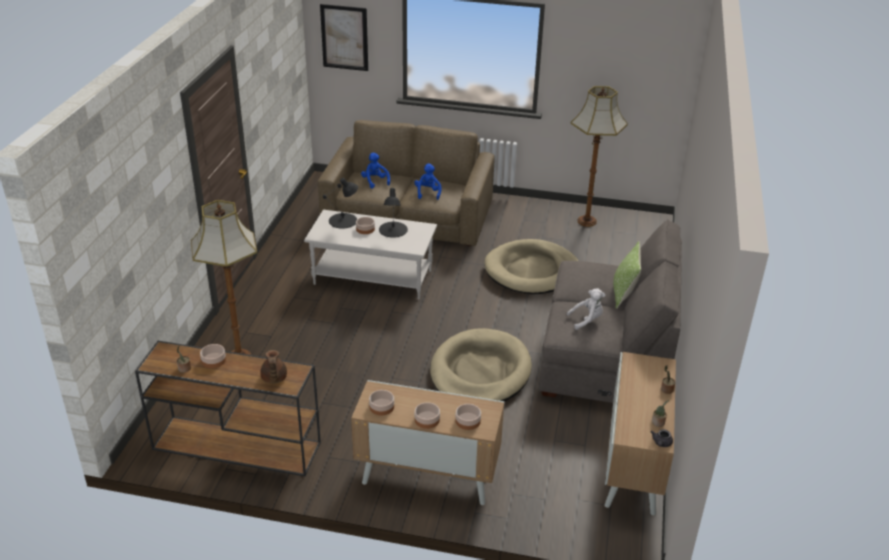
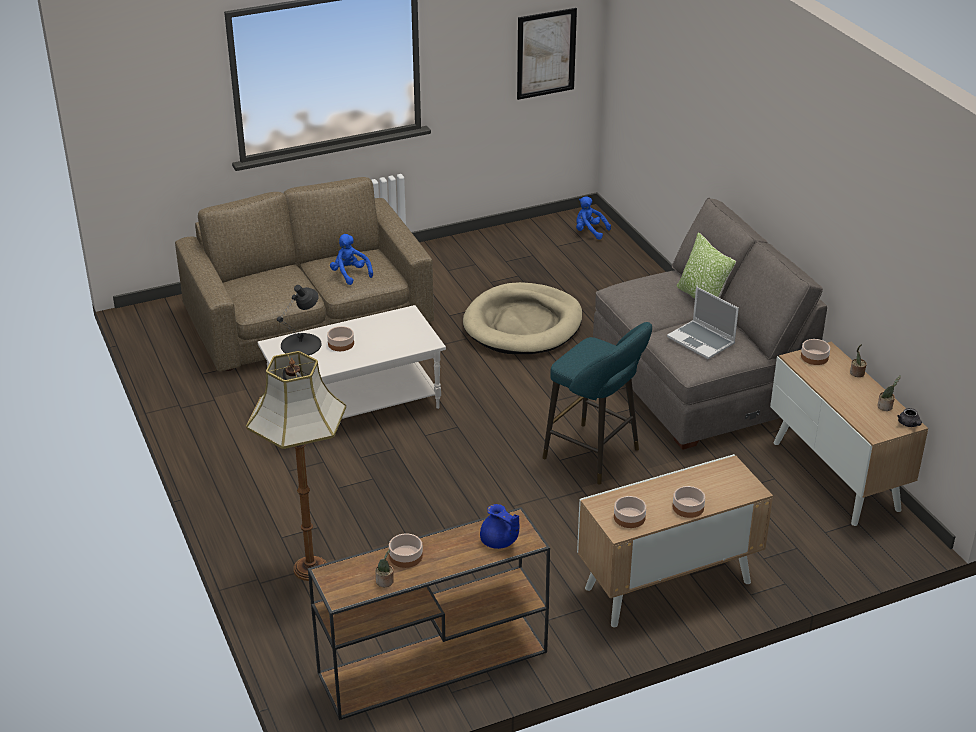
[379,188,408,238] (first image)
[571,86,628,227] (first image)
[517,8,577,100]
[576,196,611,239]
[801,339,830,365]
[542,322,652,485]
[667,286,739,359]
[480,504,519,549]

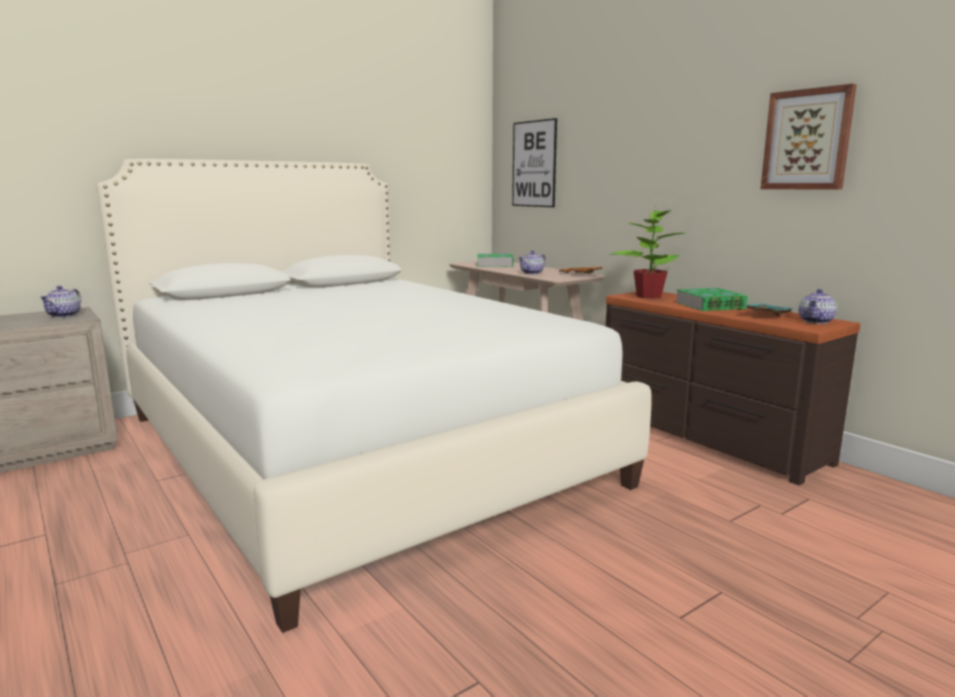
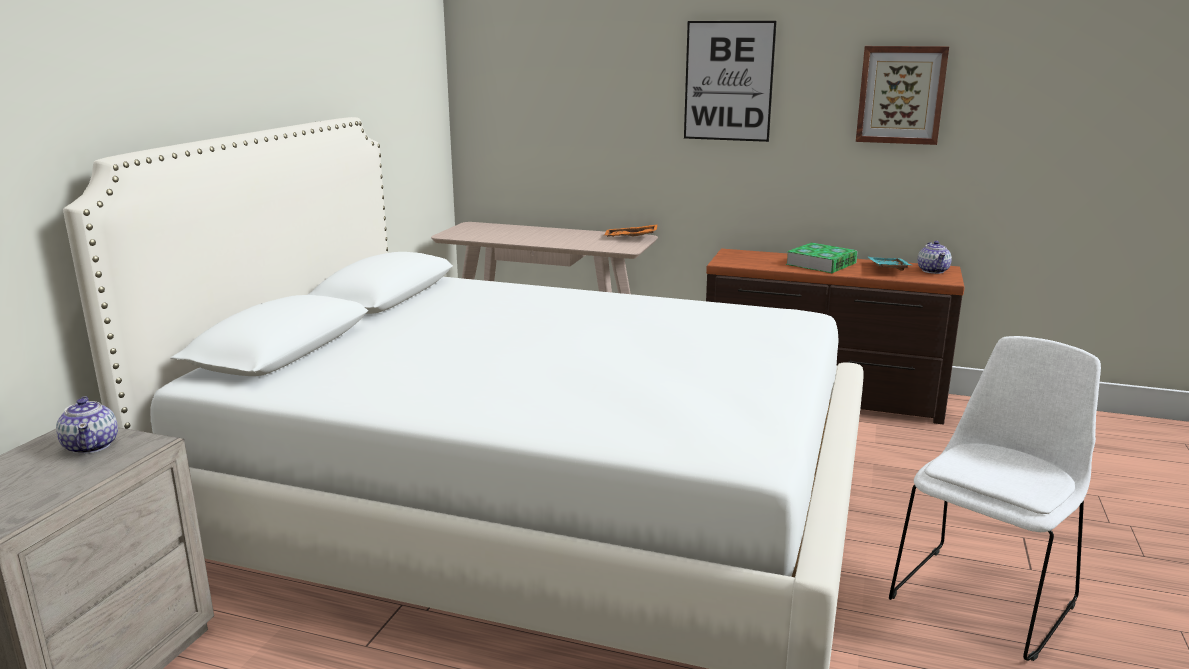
[477,254,514,267] (first image)
[518,250,546,274] (first image)
[611,210,684,299] (first image)
[889,336,1101,661]
[684,21,777,142]

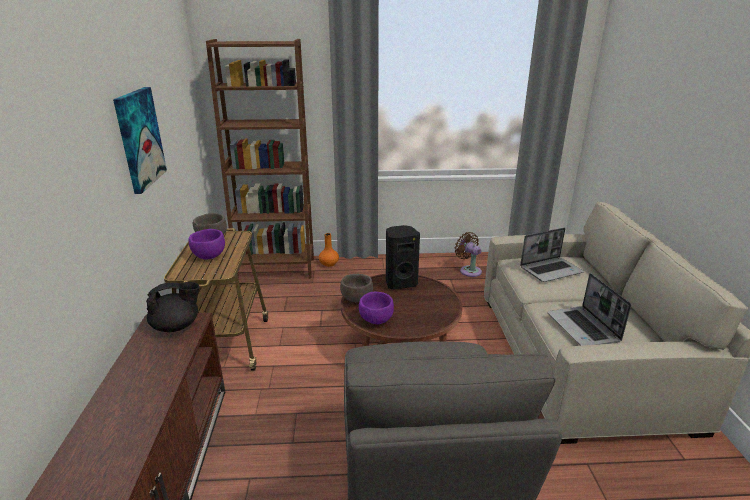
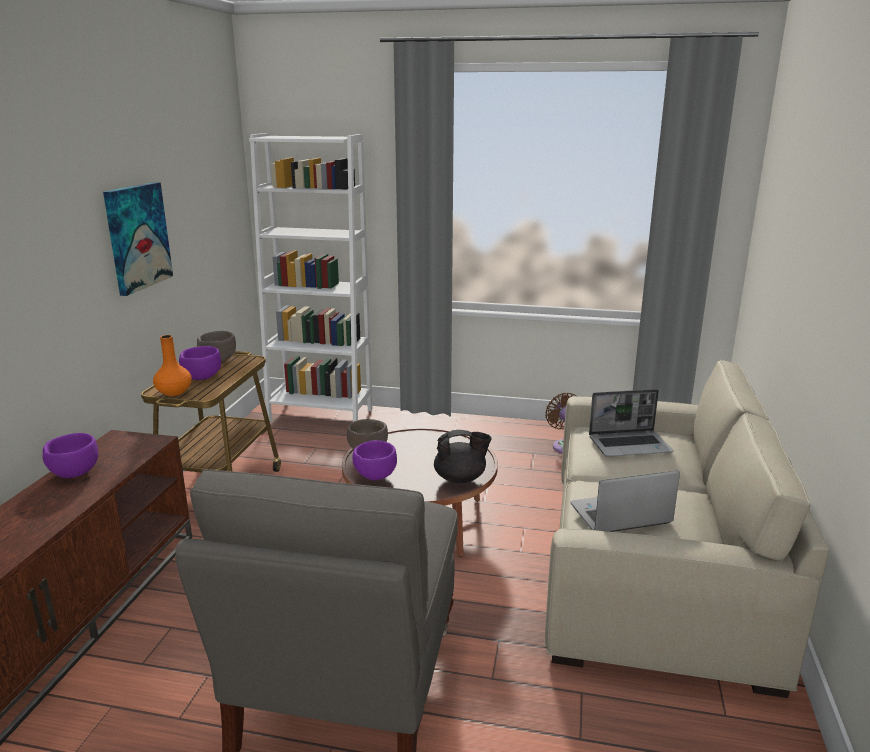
[386,225,420,290] (first image)
[42,433,98,478]
[434,430,492,483]
[153,335,192,396]
[249,133,372,422]
[570,470,680,532]

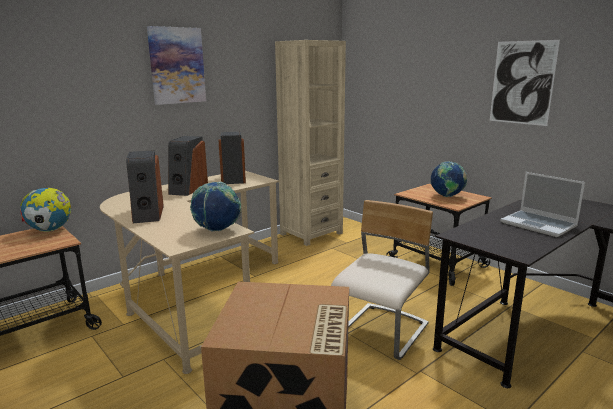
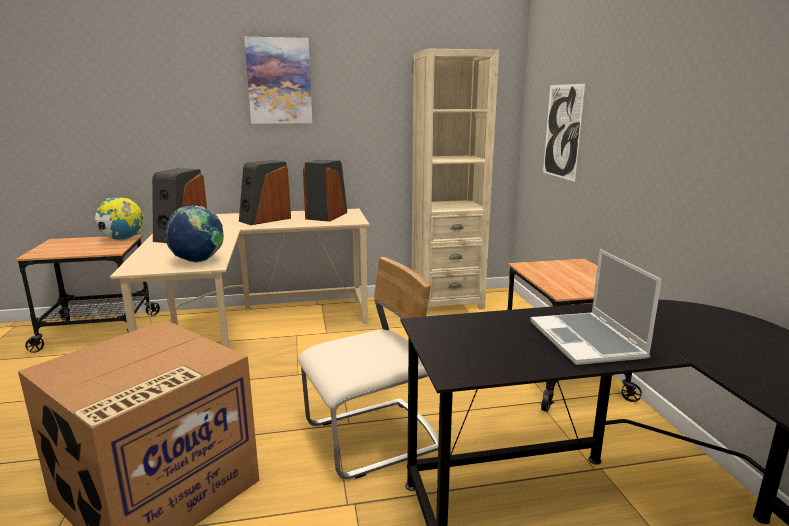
[431,161,467,197] (first image)
[543,84,585,182]

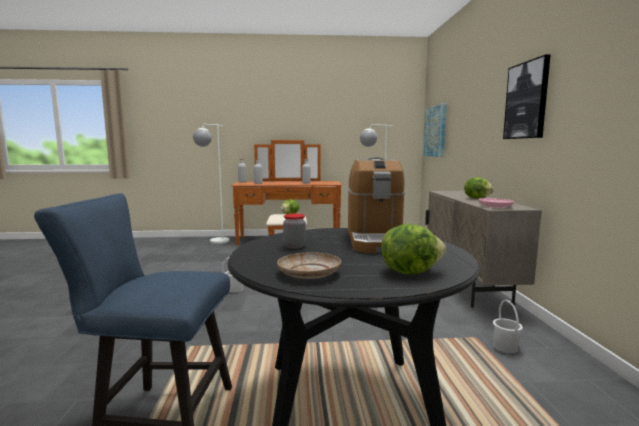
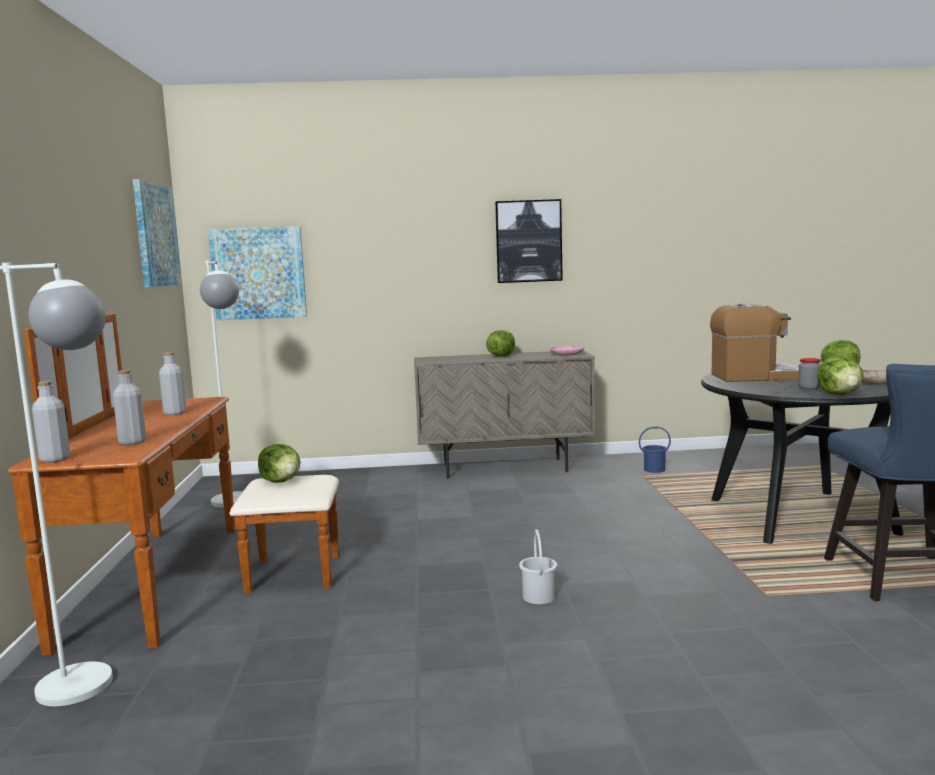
[133,179,182,288]
[817,357,864,395]
[639,426,671,473]

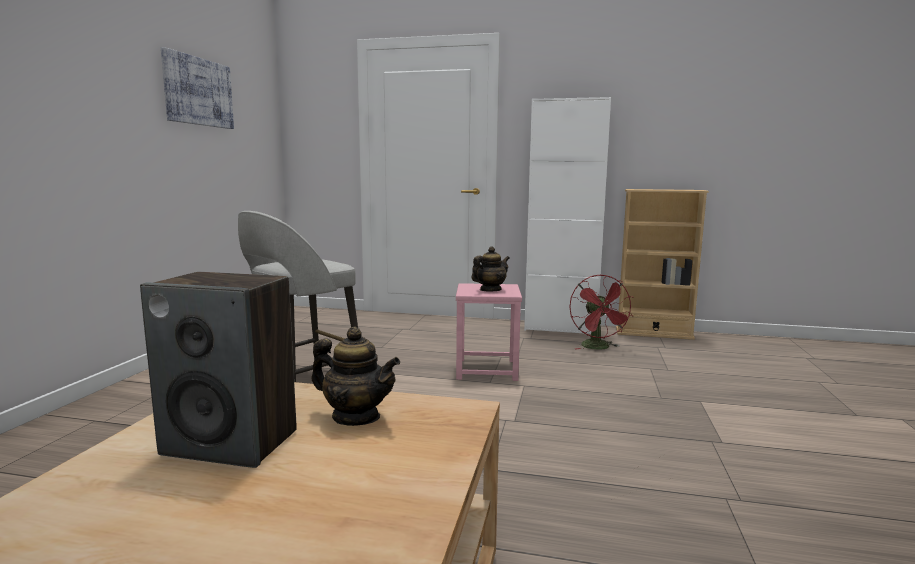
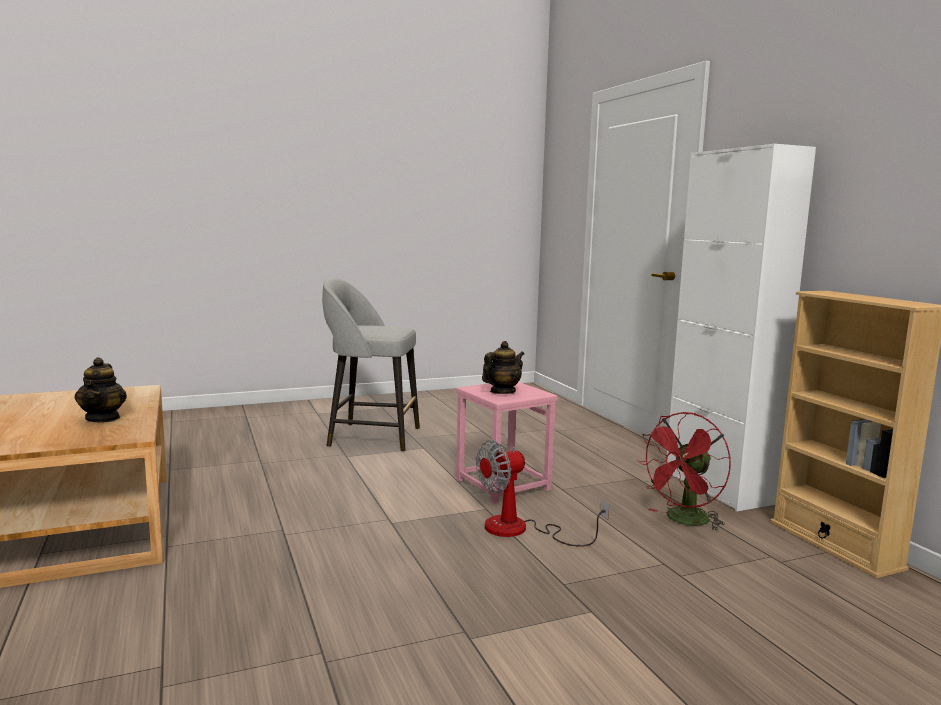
[140,272,296,468] (first image)
[161,47,234,129] (first image)
[476,440,609,547]
[482,341,524,394]

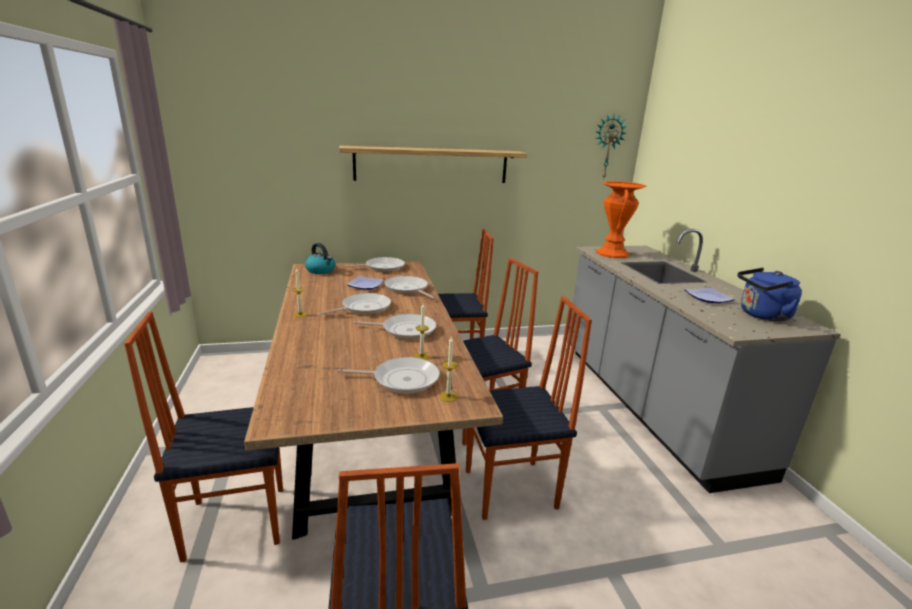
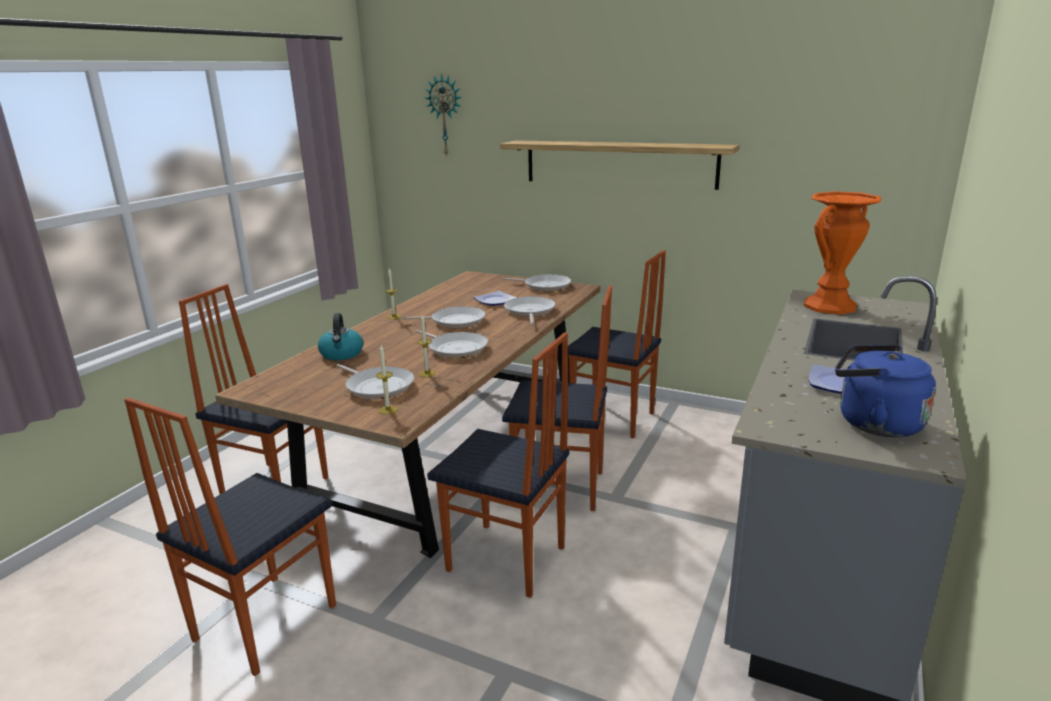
[318,313,363,360]
[425,74,462,157]

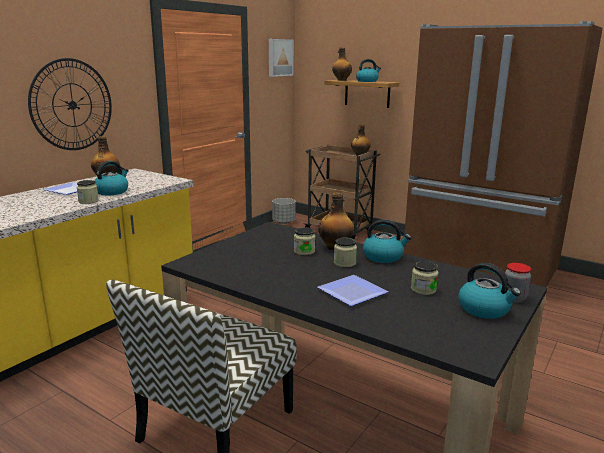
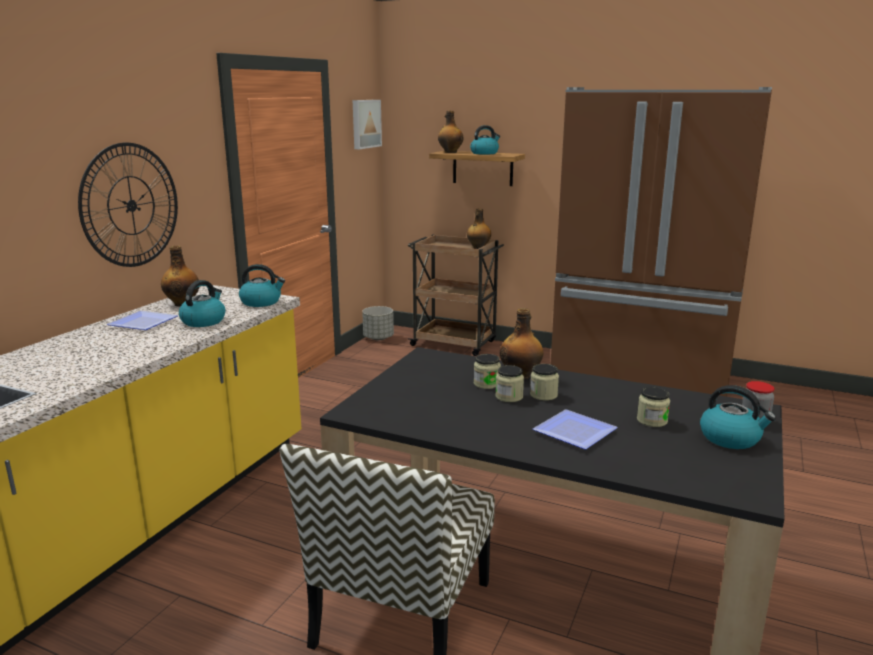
[495,365,524,402]
[239,264,285,307]

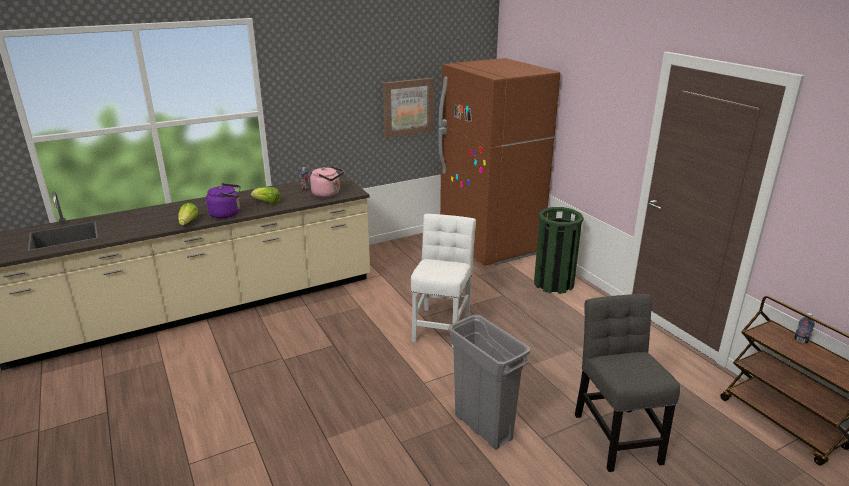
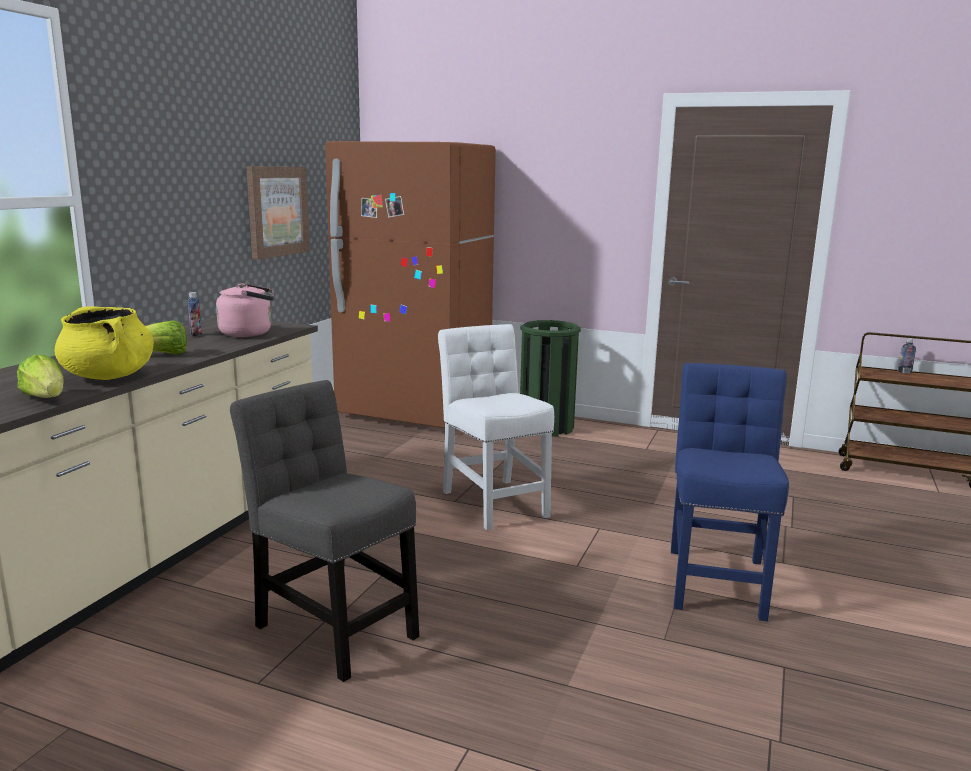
[230,380,419,682]
[55,307,154,380]
[671,363,789,621]

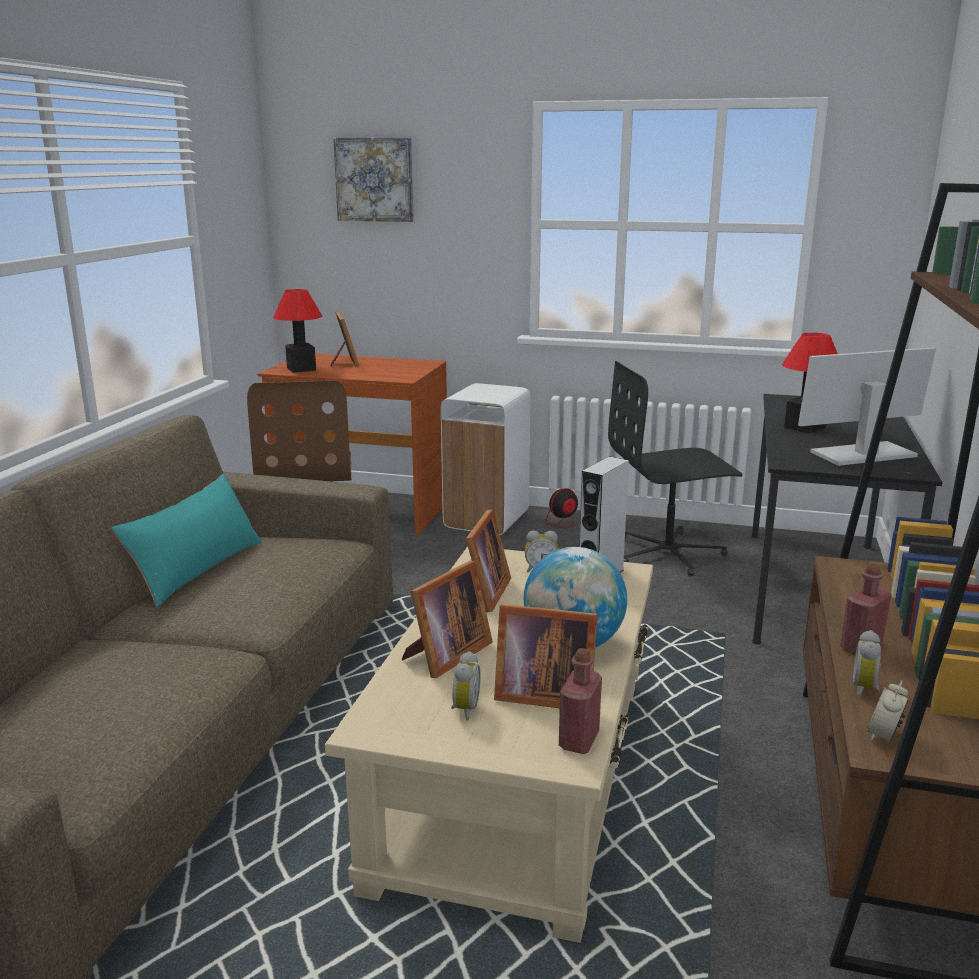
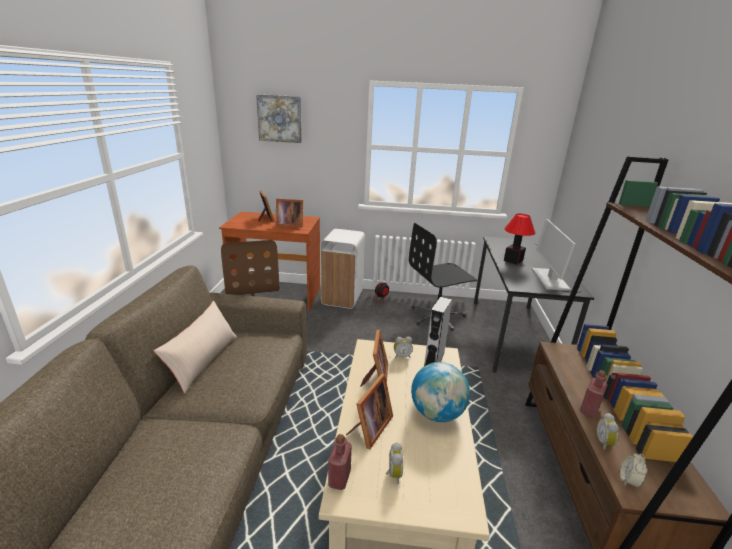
[273,289,322,373] (first image)
[276,199,303,227]
[328,434,352,490]
[154,301,237,393]
[532,219,575,291]

